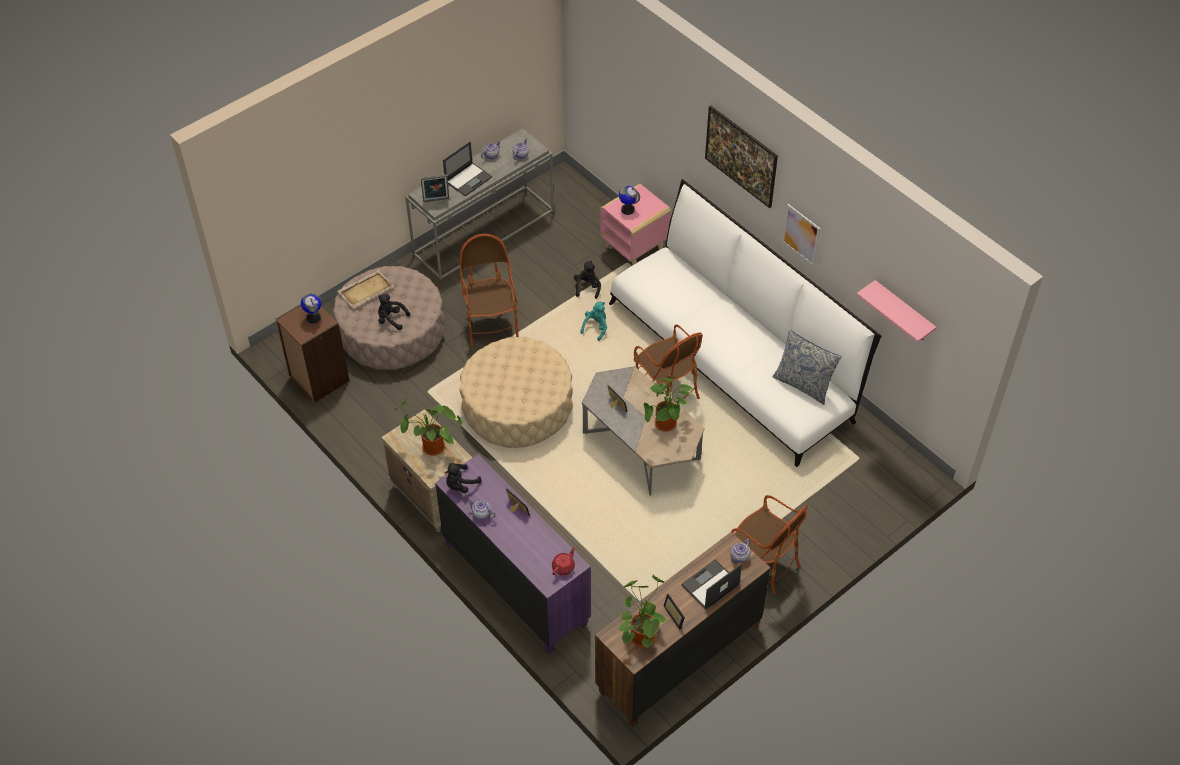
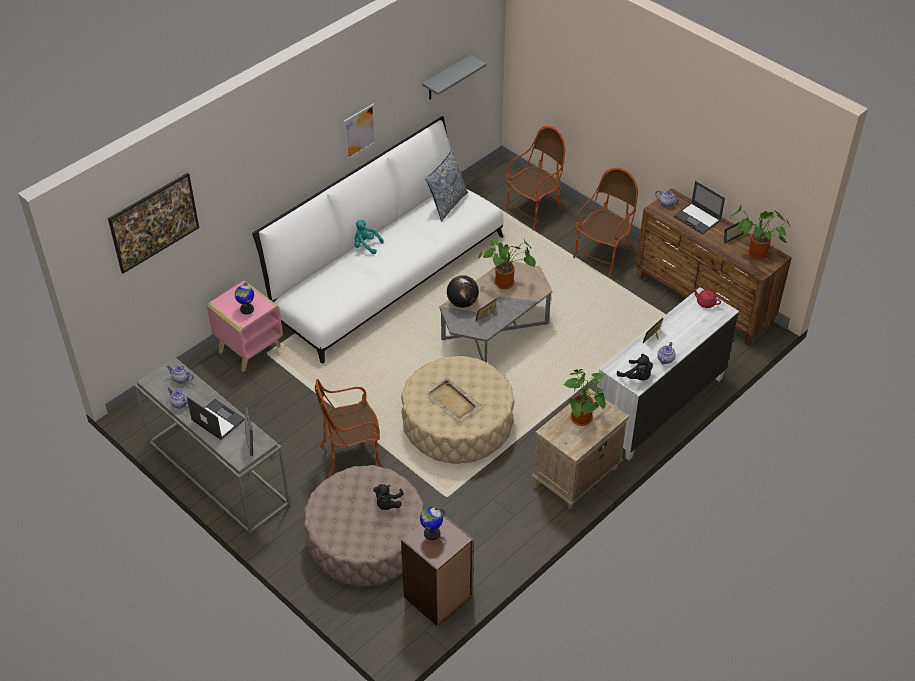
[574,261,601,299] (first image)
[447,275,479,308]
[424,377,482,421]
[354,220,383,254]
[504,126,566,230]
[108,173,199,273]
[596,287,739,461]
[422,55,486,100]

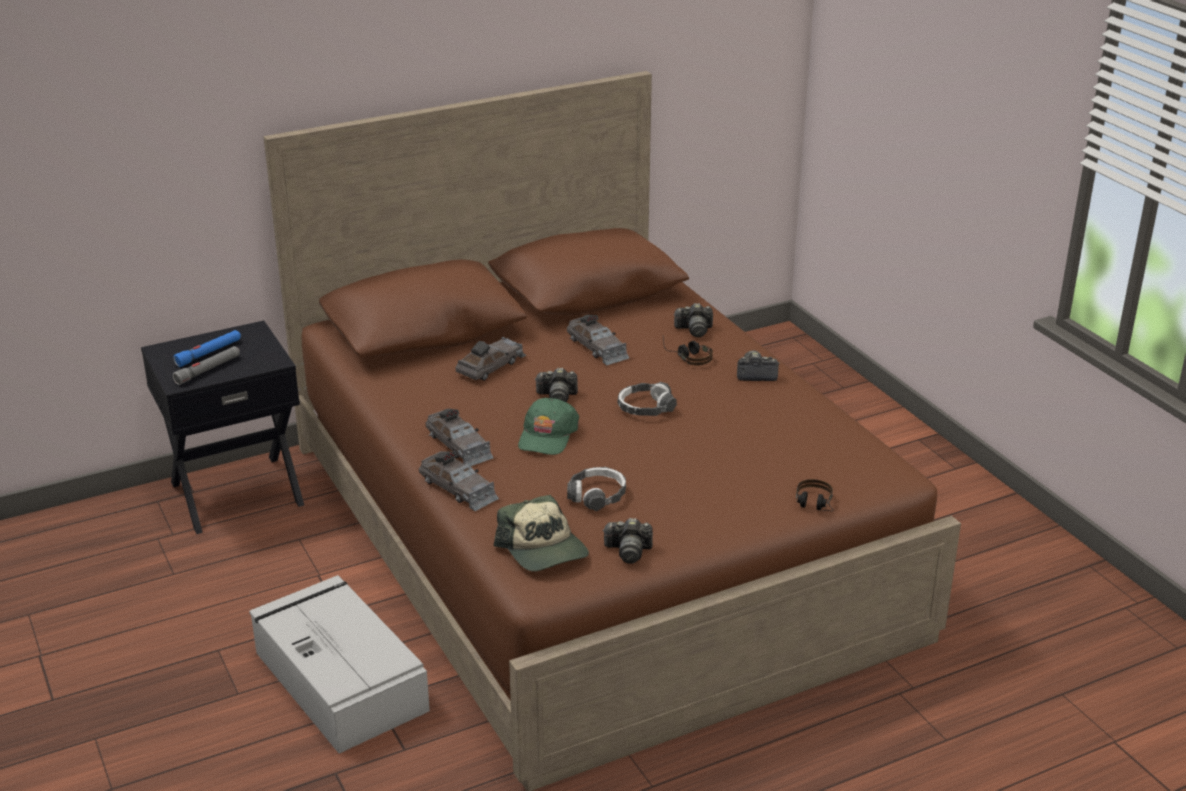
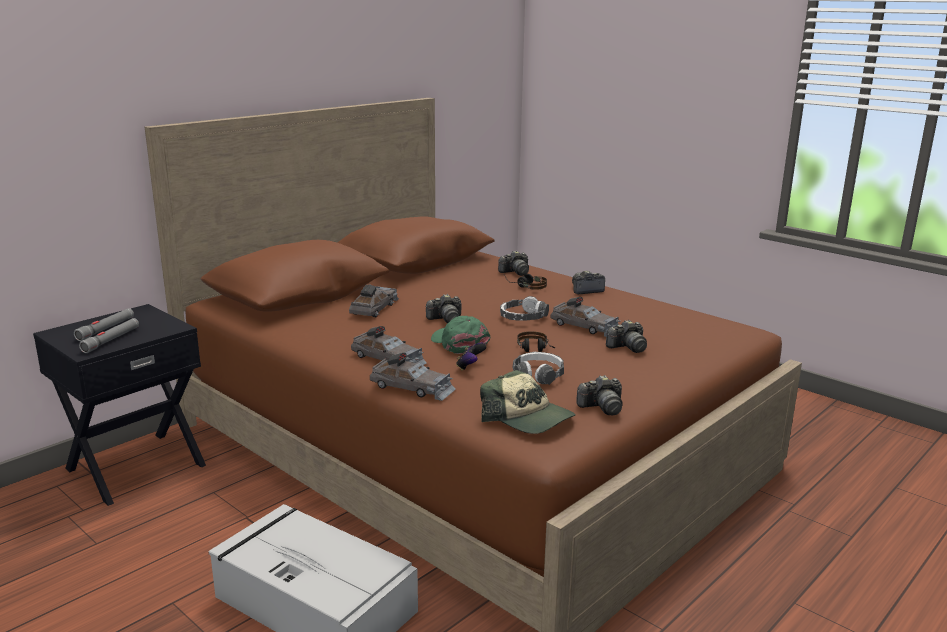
[456,343,487,371]
[606,320,647,353]
[551,297,620,337]
[517,331,555,352]
[74,308,134,341]
[431,316,490,354]

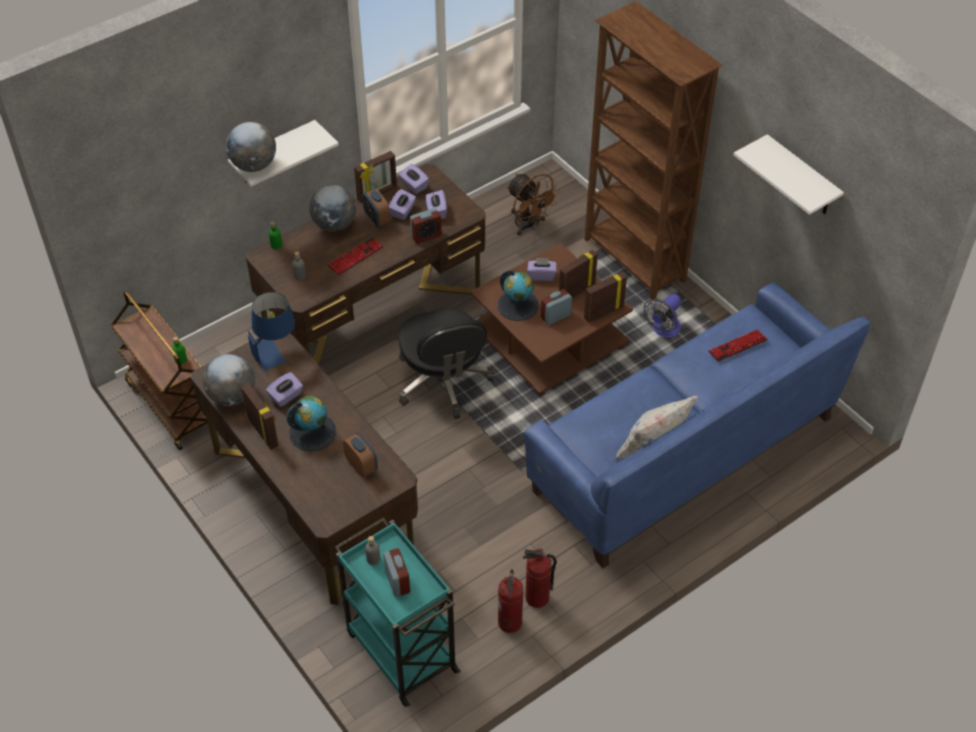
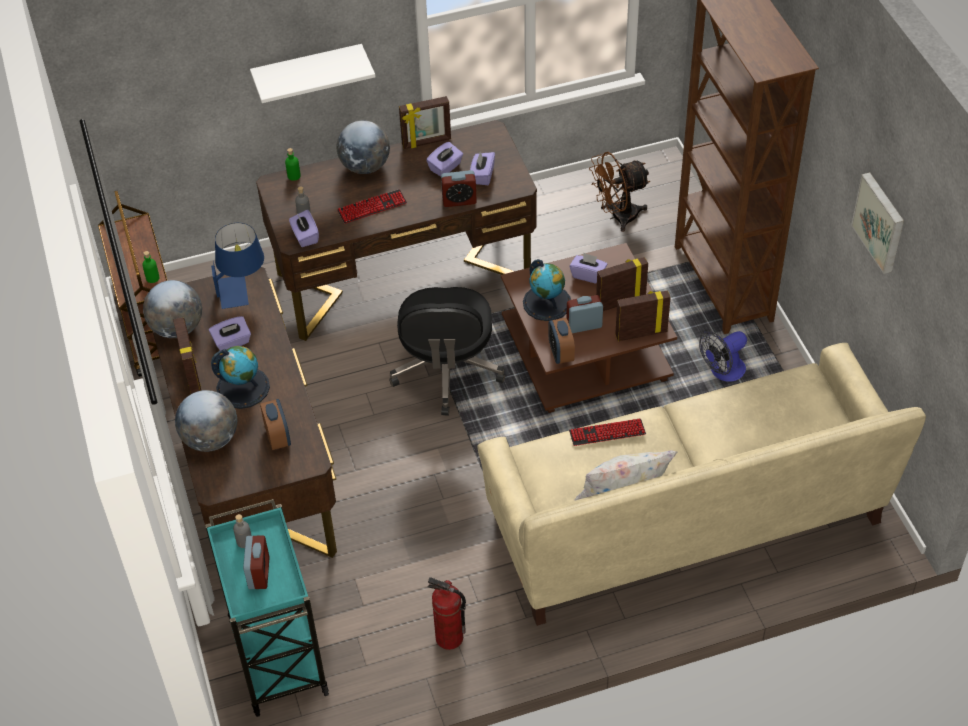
[498,569,524,633] (first image)
[175,390,237,452]
[548,318,575,364]
[289,210,319,247]
[569,418,646,446]
[851,172,904,274]
[477,343,926,626]
[589,152,650,232]

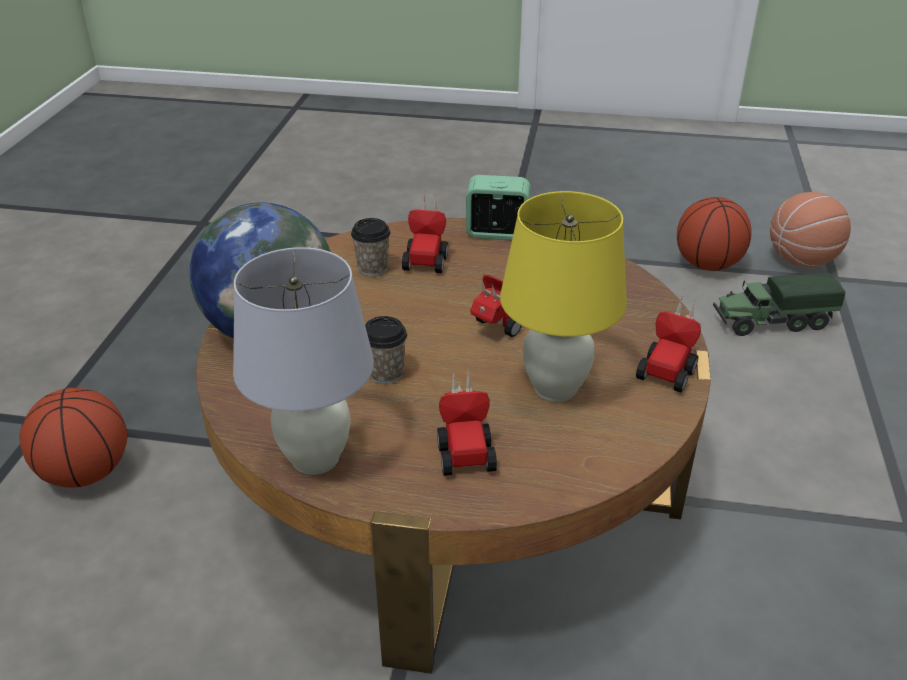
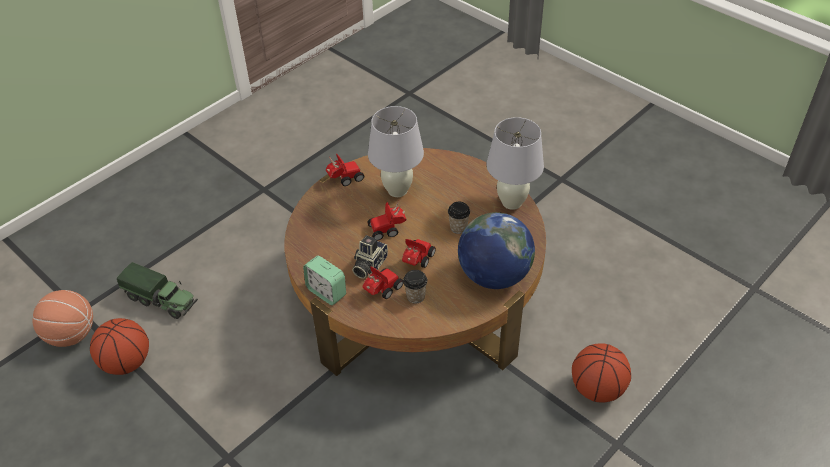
[352,235,388,279]
[402,239,436,268]
[368,106,424,197]

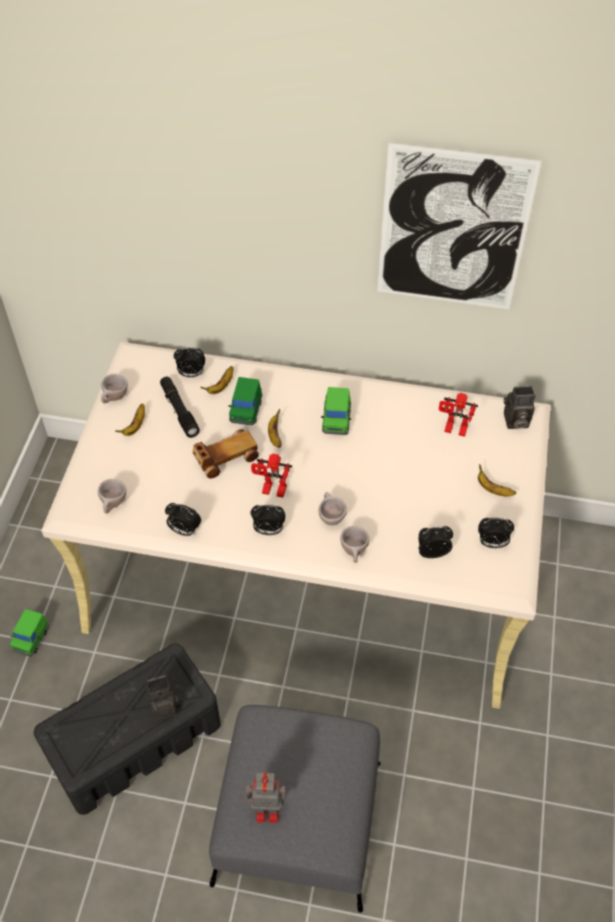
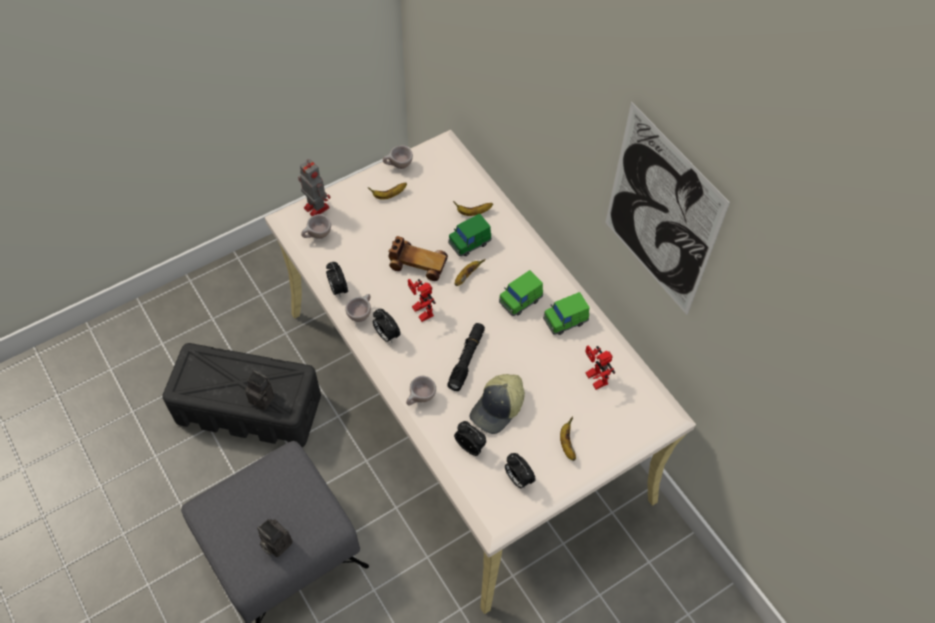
[174,347,205,377] (first image)
[470,374,525,434]
[543,292,590,335]
[447,323,485,391]
[298,159,330,216]
[345,294,371,322]
[257,519,293,557]

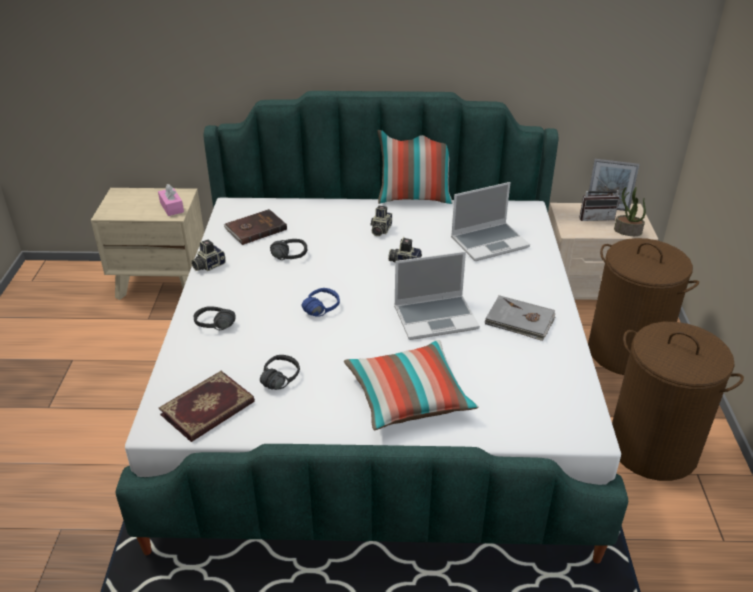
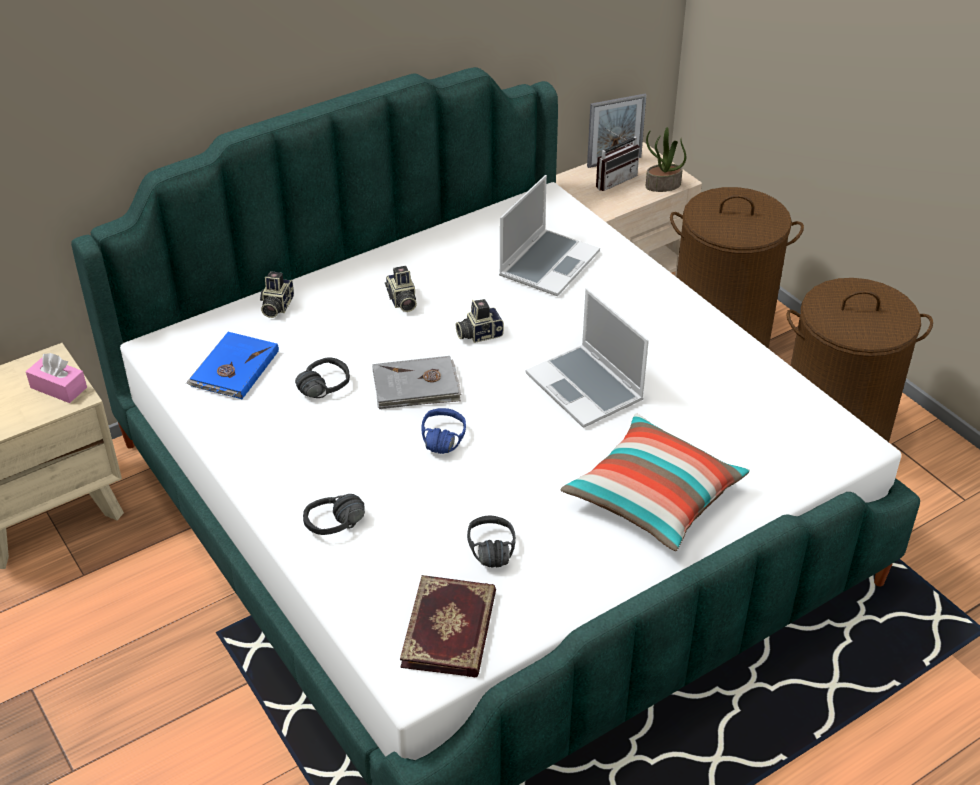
[377,130,453,204] (first image)
[260,271,294,318]
[372,356,462,409]
[186,332,279,399]
[526,288,649,428]

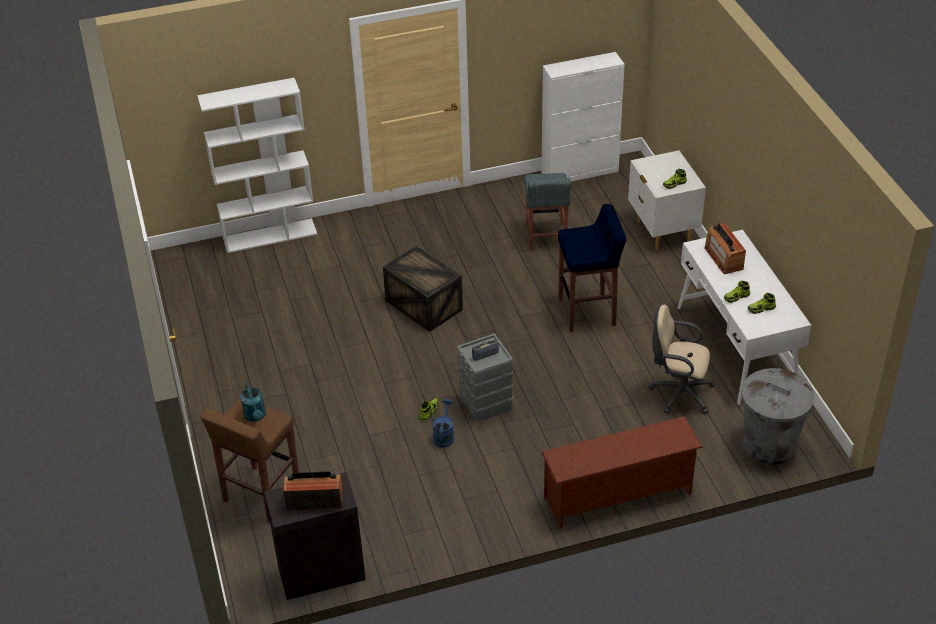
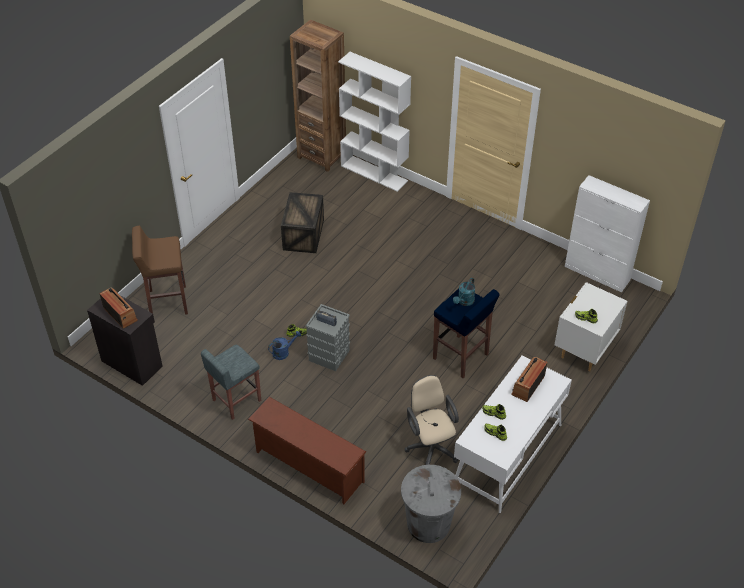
[290,20,346,172]
[453,278,475,306]
[281,192,324,253]
[201,345,261,420]

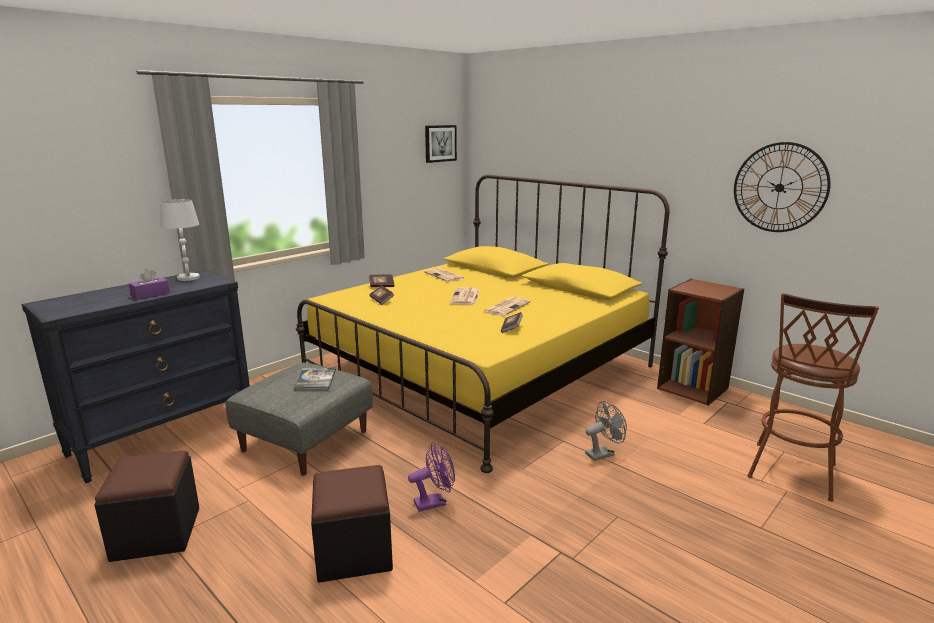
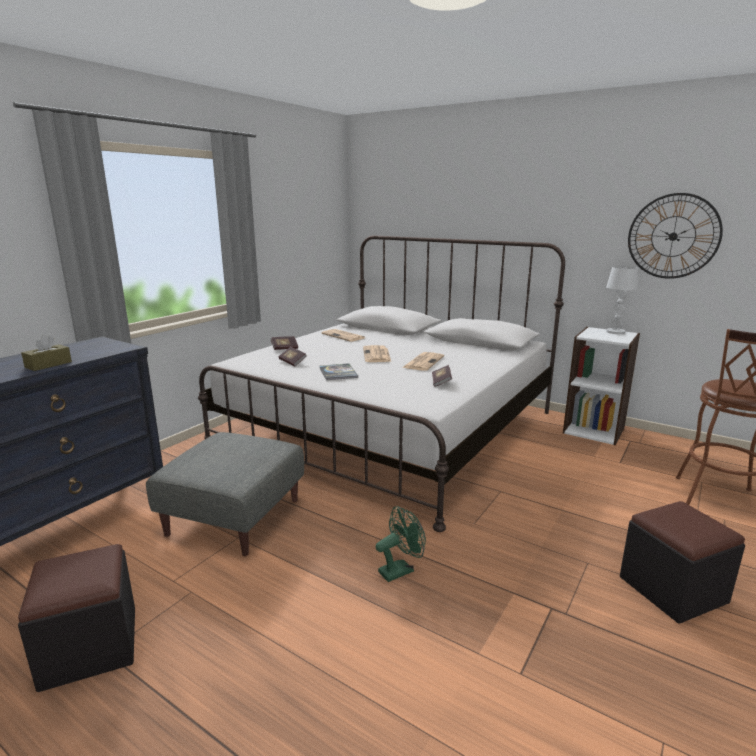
[425,125,457,163] (first image)
[585,401,627,461] (first image)
[606,266,639,334]
[320,363,358,380]
[620,501,745,624]
[21,335,72,371]
[198,236,565,532]
[376,506,426,582]
[563,327,640,445]

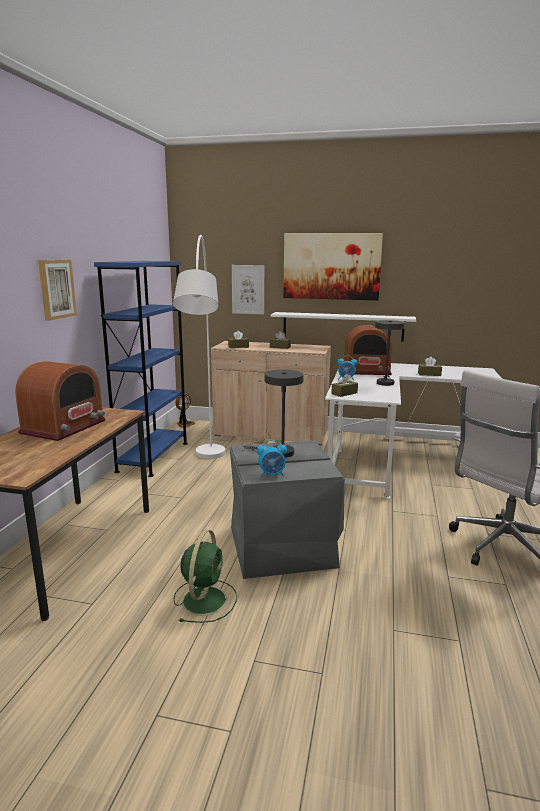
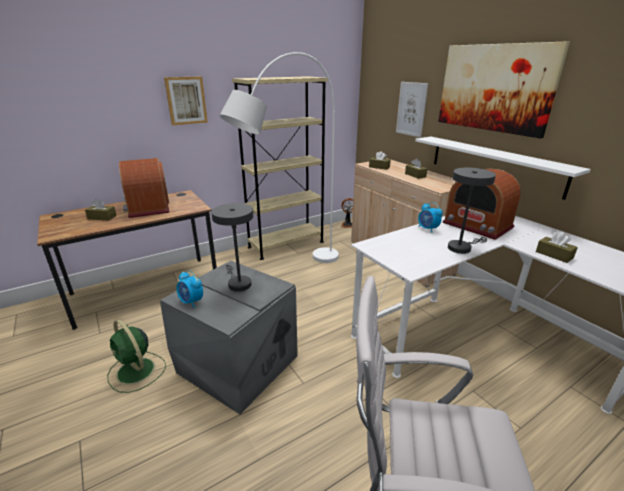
[85,199,117,221]
[232,76,328,260]
[119,158,169,218]
[107,319,166,393]

